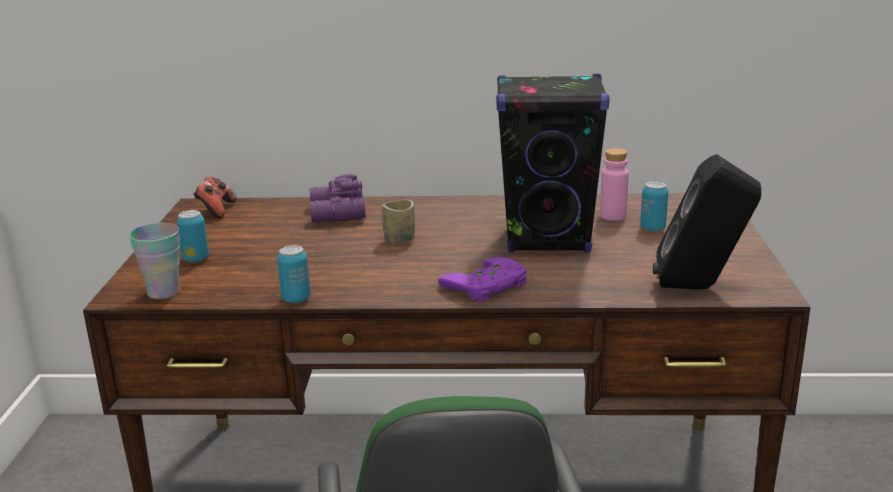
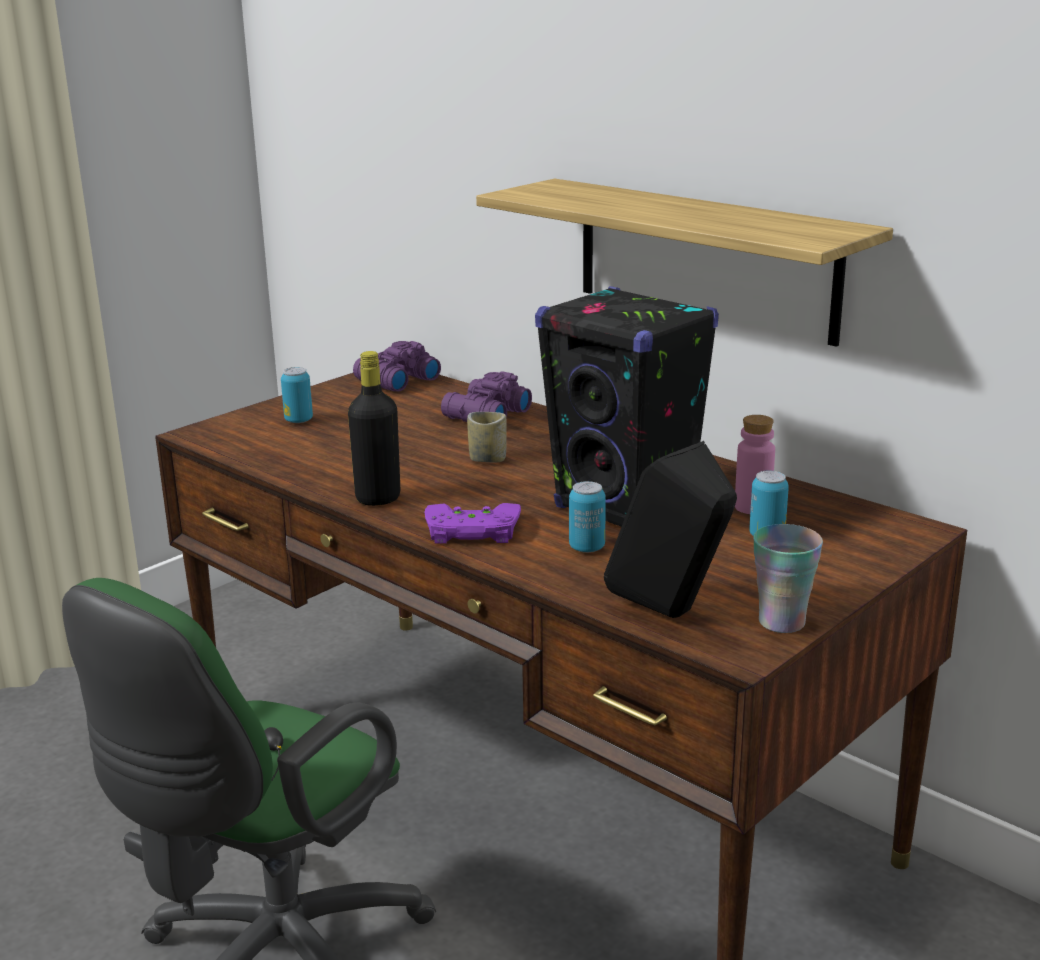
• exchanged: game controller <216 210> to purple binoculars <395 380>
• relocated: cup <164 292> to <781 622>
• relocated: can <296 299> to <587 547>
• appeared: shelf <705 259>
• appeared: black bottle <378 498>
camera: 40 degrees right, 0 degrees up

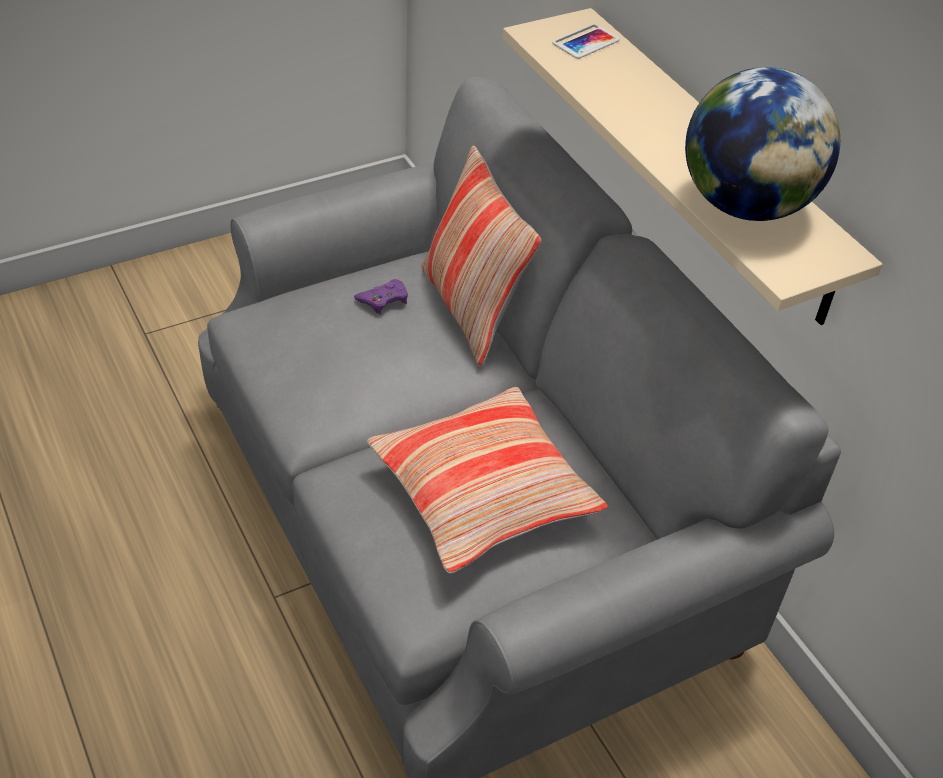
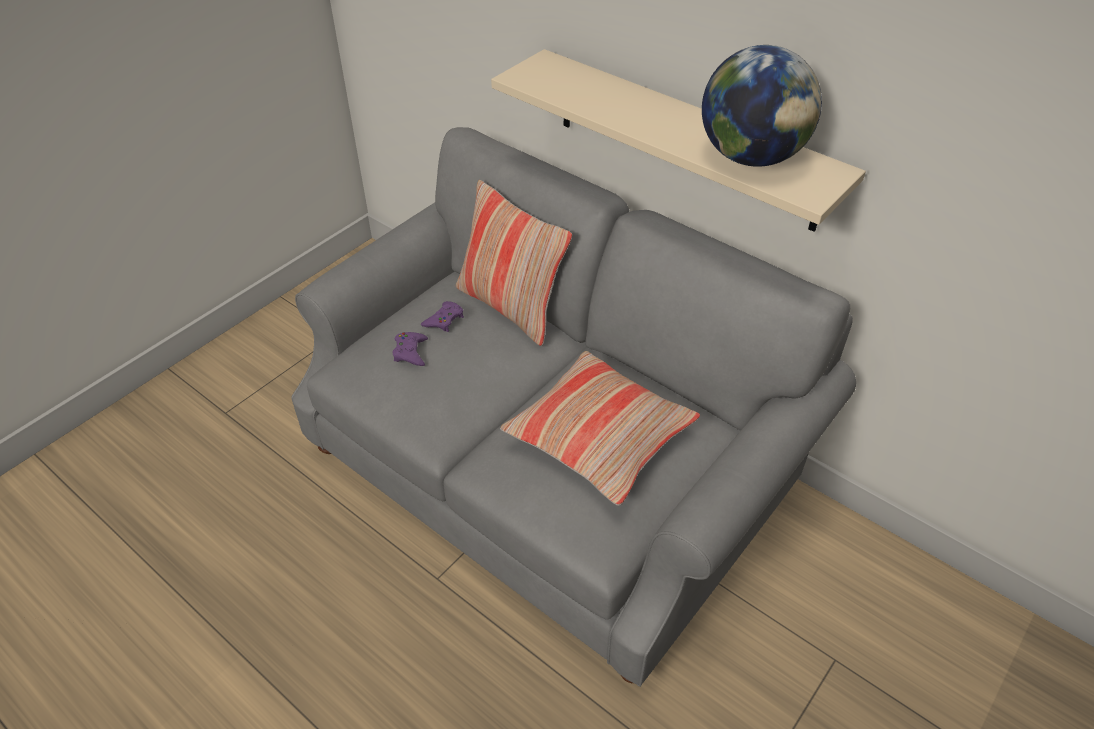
• missing: phone <586 42>
• appeared: purple game controller <410 352>
camera: 20 degrees left, 0 degrees up

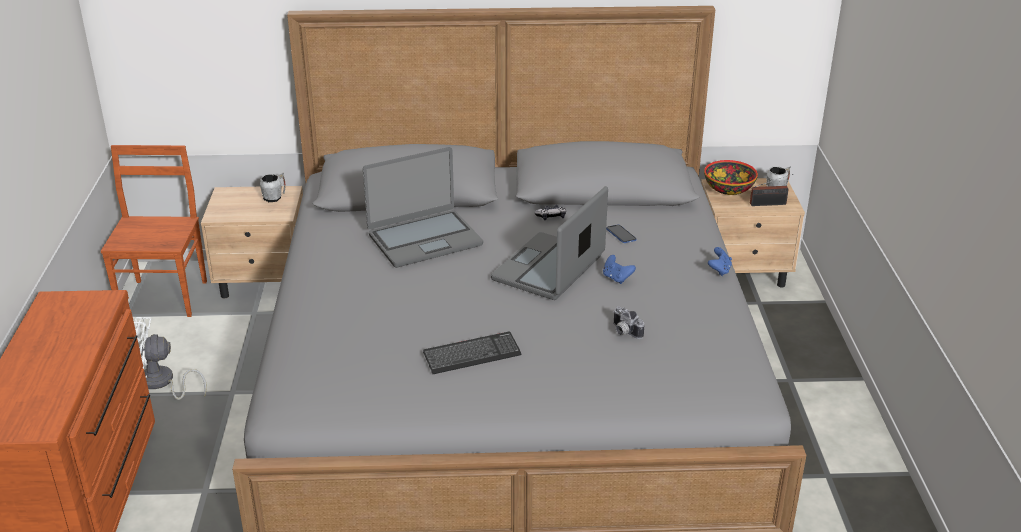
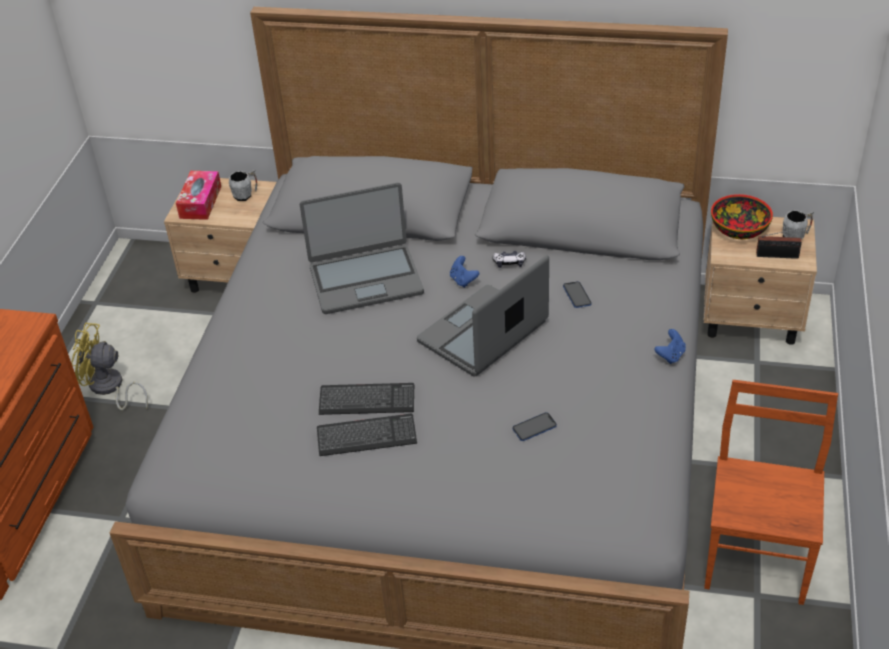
• relocated: brown chair <165 297> to <758 560>
• relocated: blue game controller <616 278> to <463 280>
• exchanged: photo camera <624 332> to phone <534 427>
• colour: white fan <161 383> to yellow fan <109 388>
• appeared: tissue box <200 202>
• appeared: keyboard <367 401>
camera: 15 degrees right, 10 degrees up

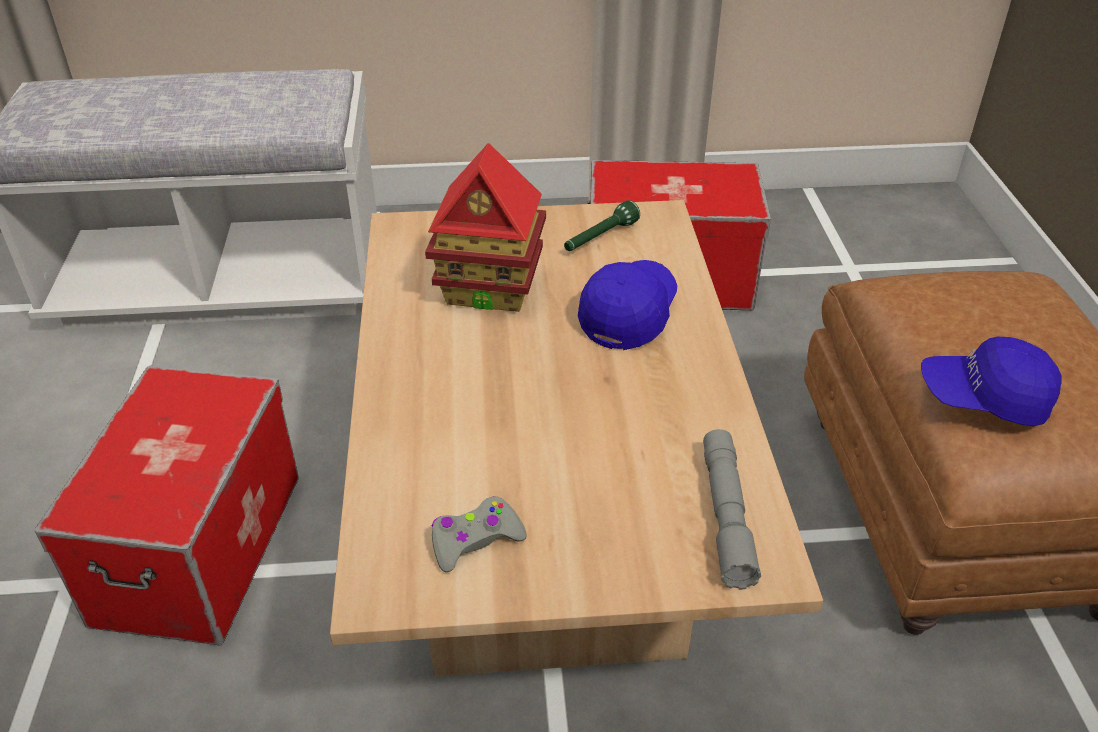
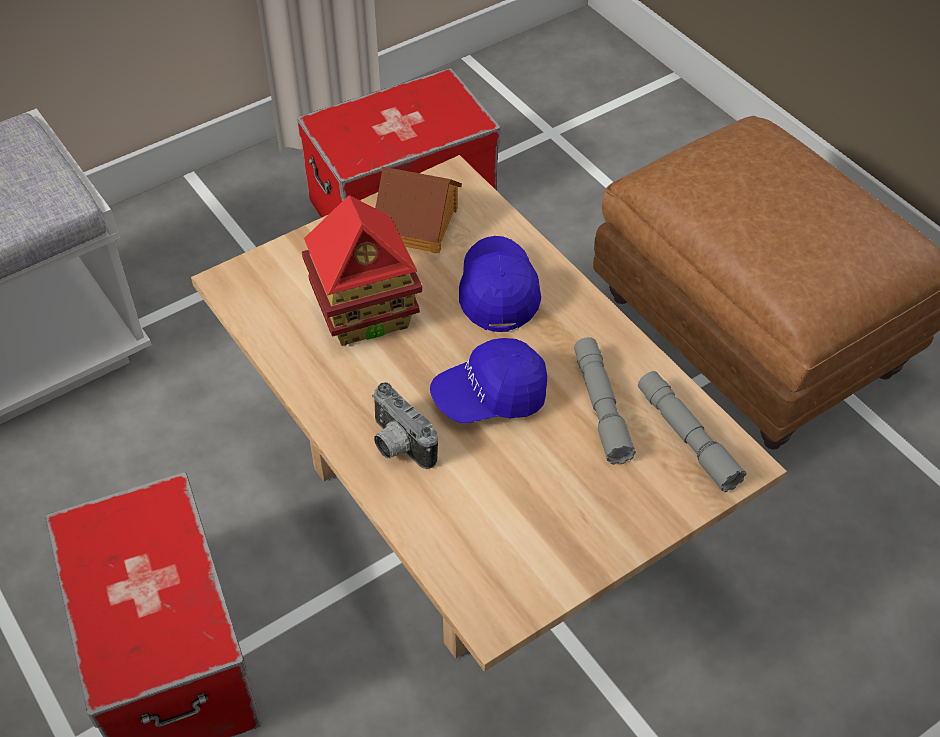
• exchanged: green flashlight <600 238> to toy house <419 224>
• relocated: blue cap <983 398> to <490 397>
• missing: grey game controller <475 541>
• appeared: grey flashlight <601 407>
• appeared: photo camera <397 445>
camera: 30 degrees left, 10 degrees up

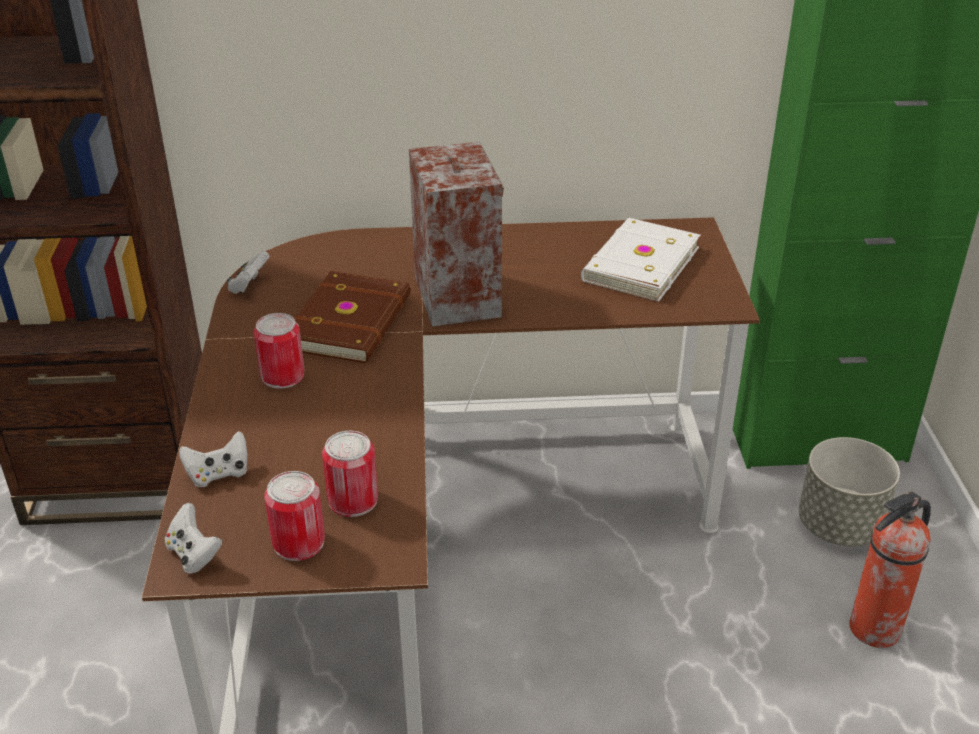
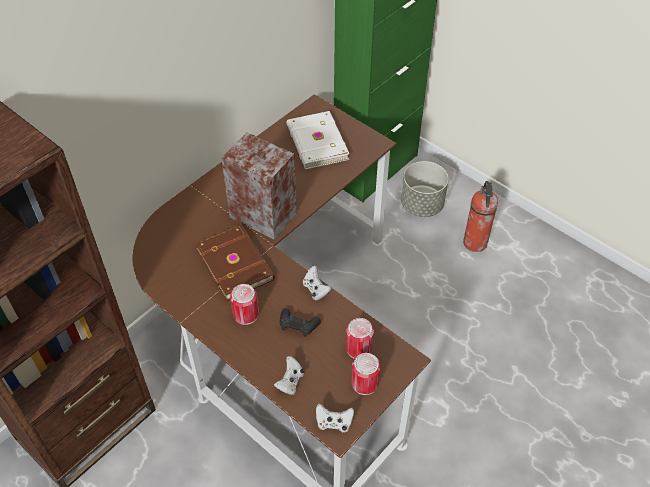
• relocated: white game controller <249 286> to <316 290>
• appeared: black game controller <298 325>
camera: 45 degrees left, 15 degrees up

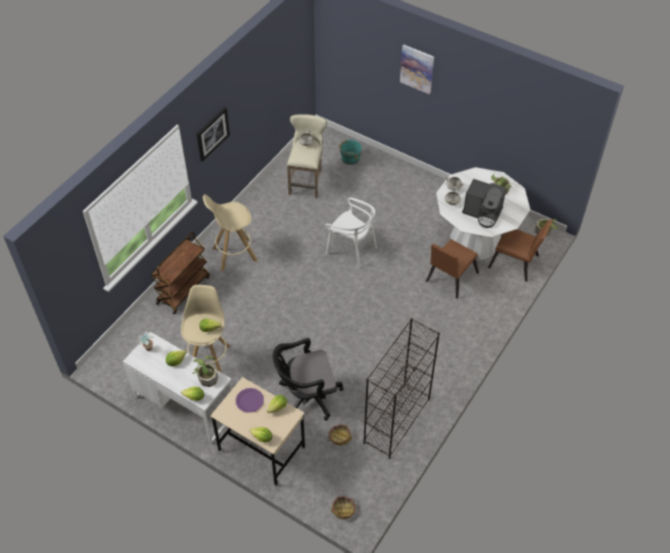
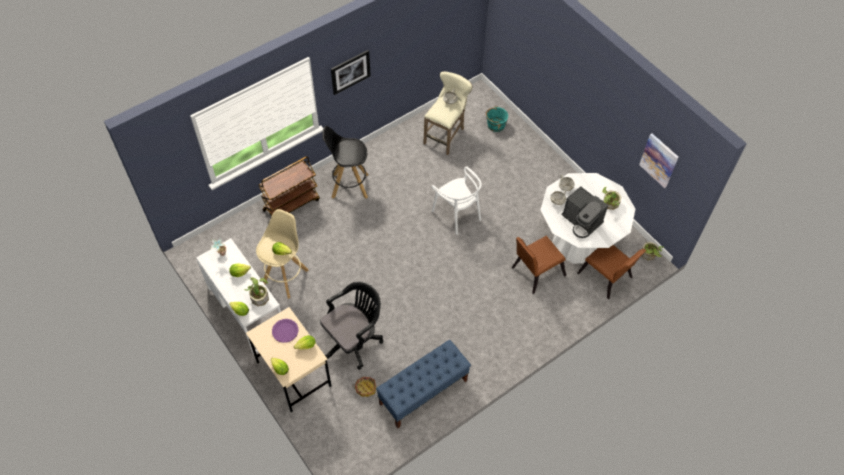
• relocated: picture <417 68> to <659 160>
• colour: beige stool <233 254> to black stool <349 185>
• exchanged: black bookcase <397 422> to blue bench <423 392>
• spun: black office chair <307 396> = <354 340> 135 degrees clockwise
• missing: basket <344 510>
camera: 20 degrees right, 5 degrees up

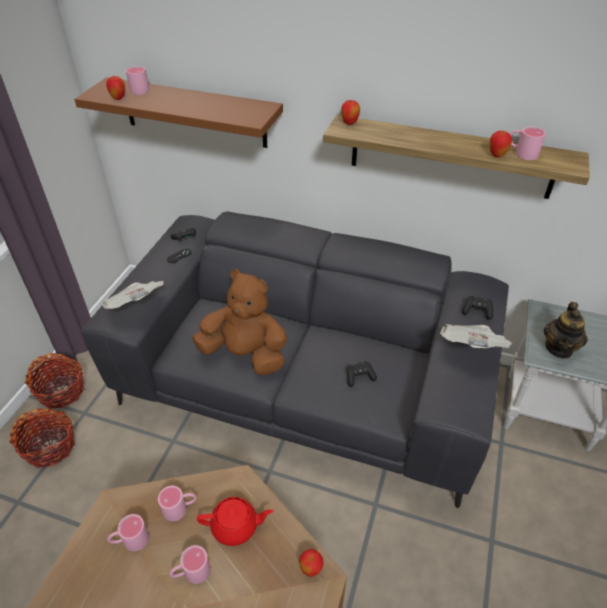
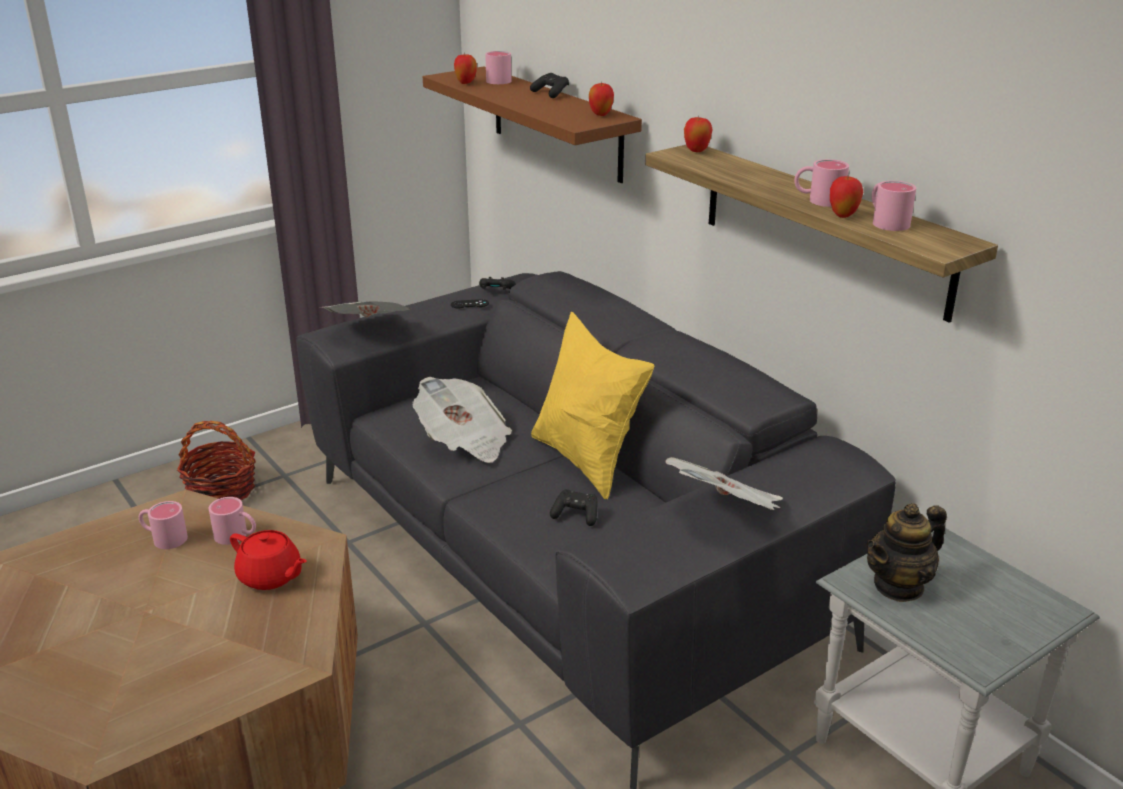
• exchanged: brown plush toy <245 354> to newspaper <464 441>
• relocated: black game controller <477 311> to <551 93>
• missing: basket <62 391>
• relocated: pink mug <191 572> to <818 200>
• relocated: apple <311 569> to <600 115>
• appeared: yellow pillow <587 461>
camera: 35 degrees right, 15 degrees down

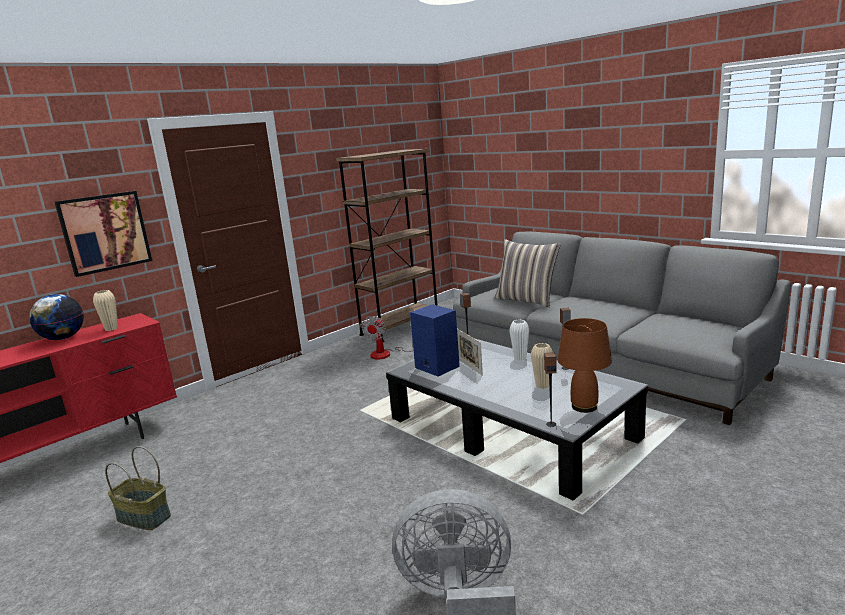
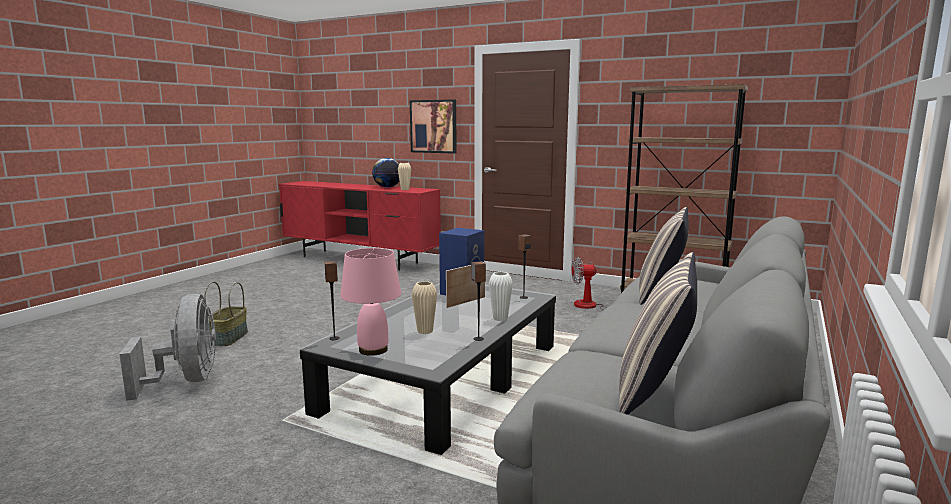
• colour: brown table lamp <584 407> to pink table lamp <372 350>
• relocated: basket <143 518> to <228 338>
• appeared: pillow <654 391>
camera: 70 degrees right, 5 degrees down

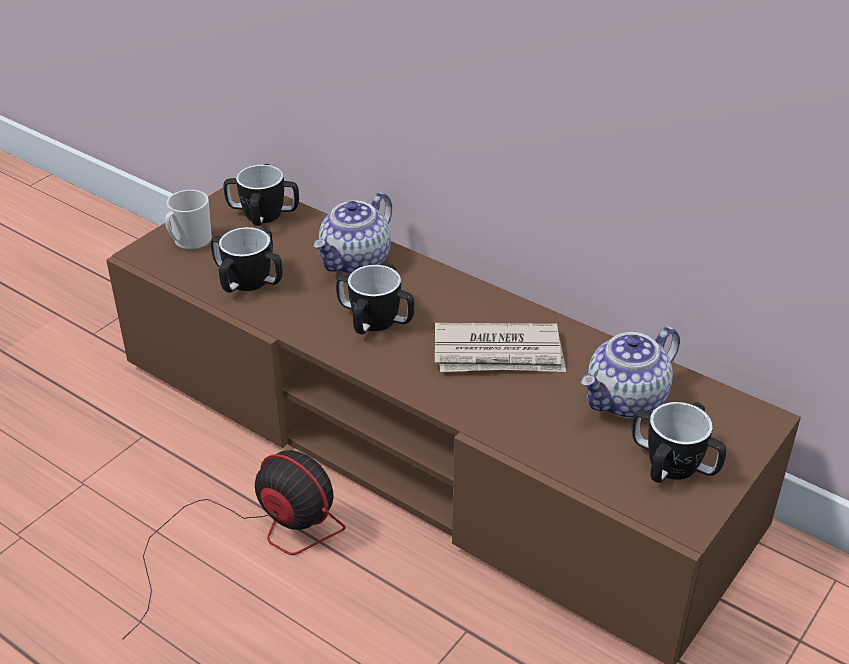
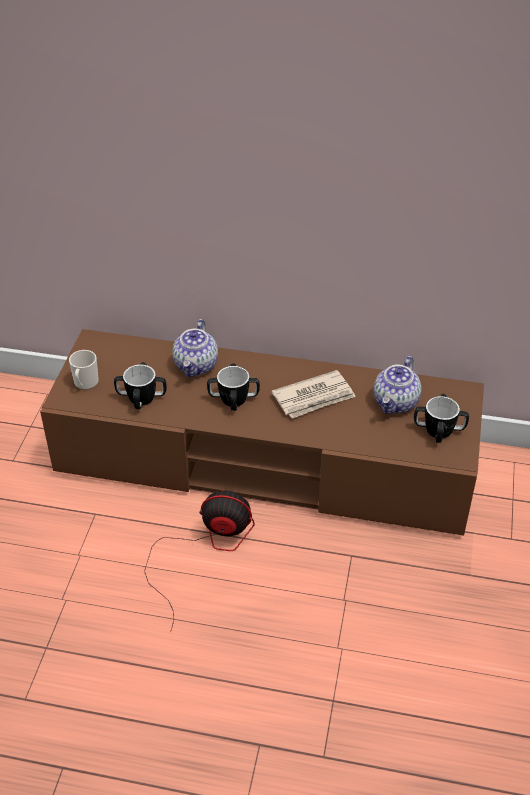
• missing: mug <263 215>
camera: 25 degrees left, 5 degrees up

